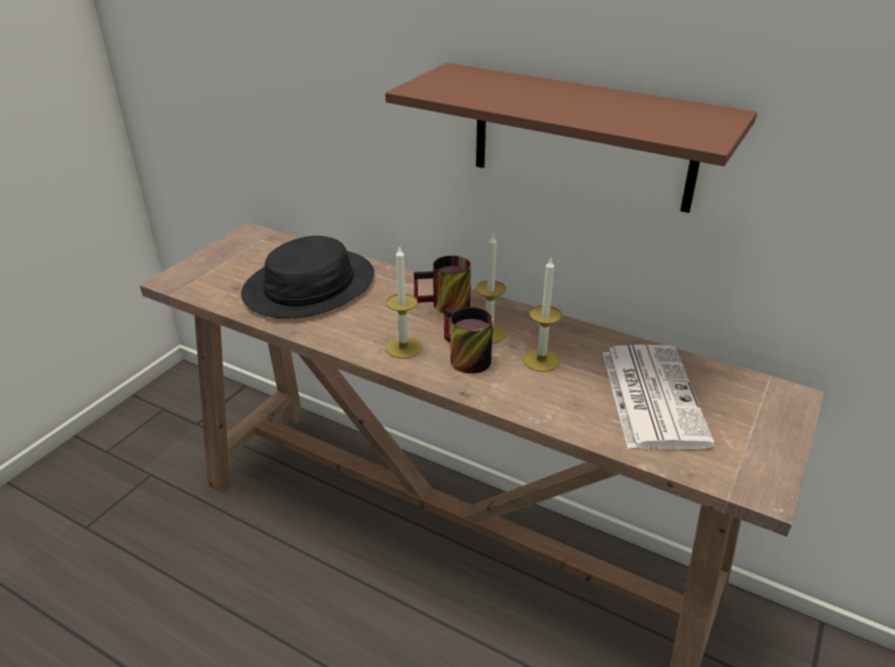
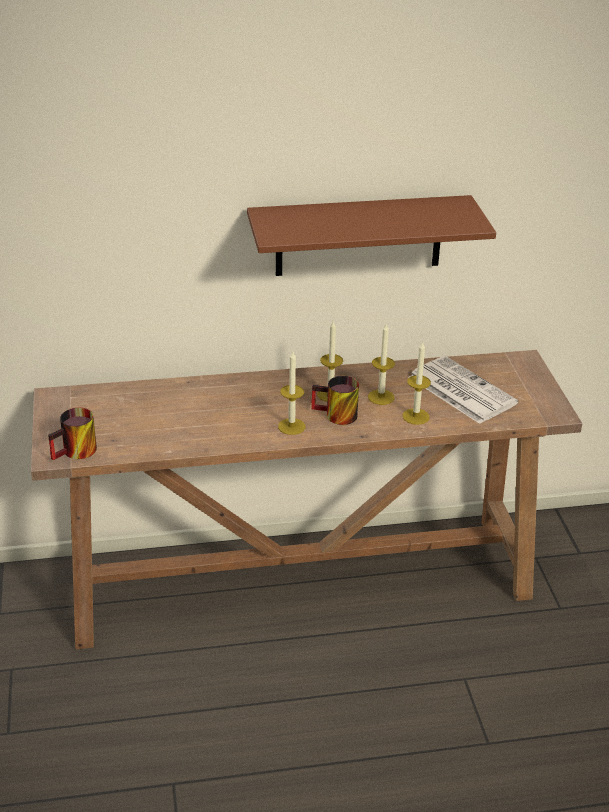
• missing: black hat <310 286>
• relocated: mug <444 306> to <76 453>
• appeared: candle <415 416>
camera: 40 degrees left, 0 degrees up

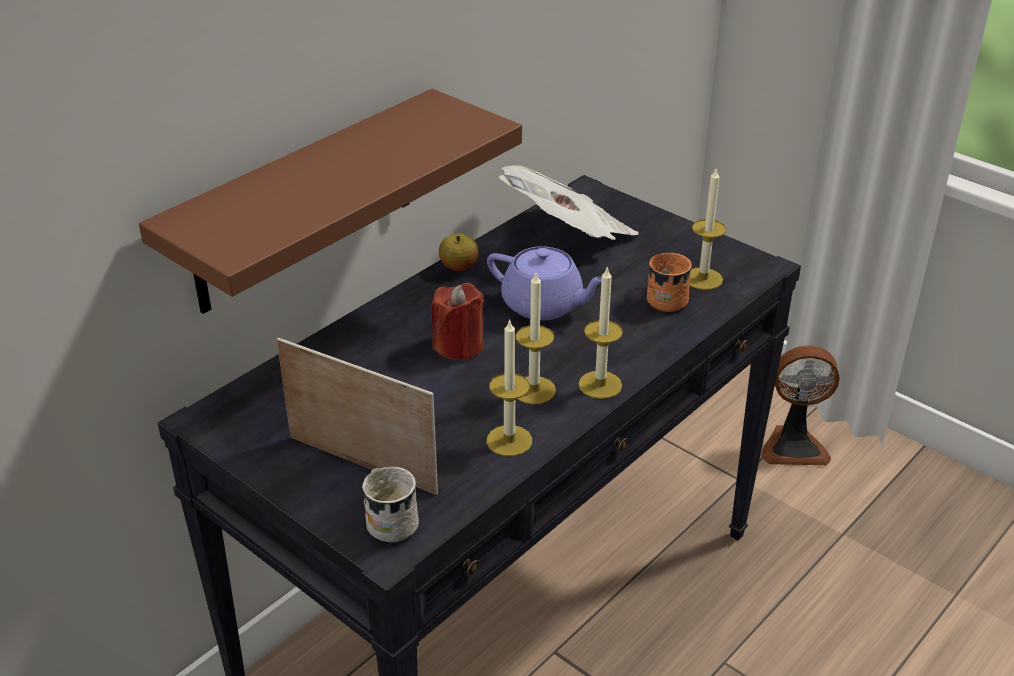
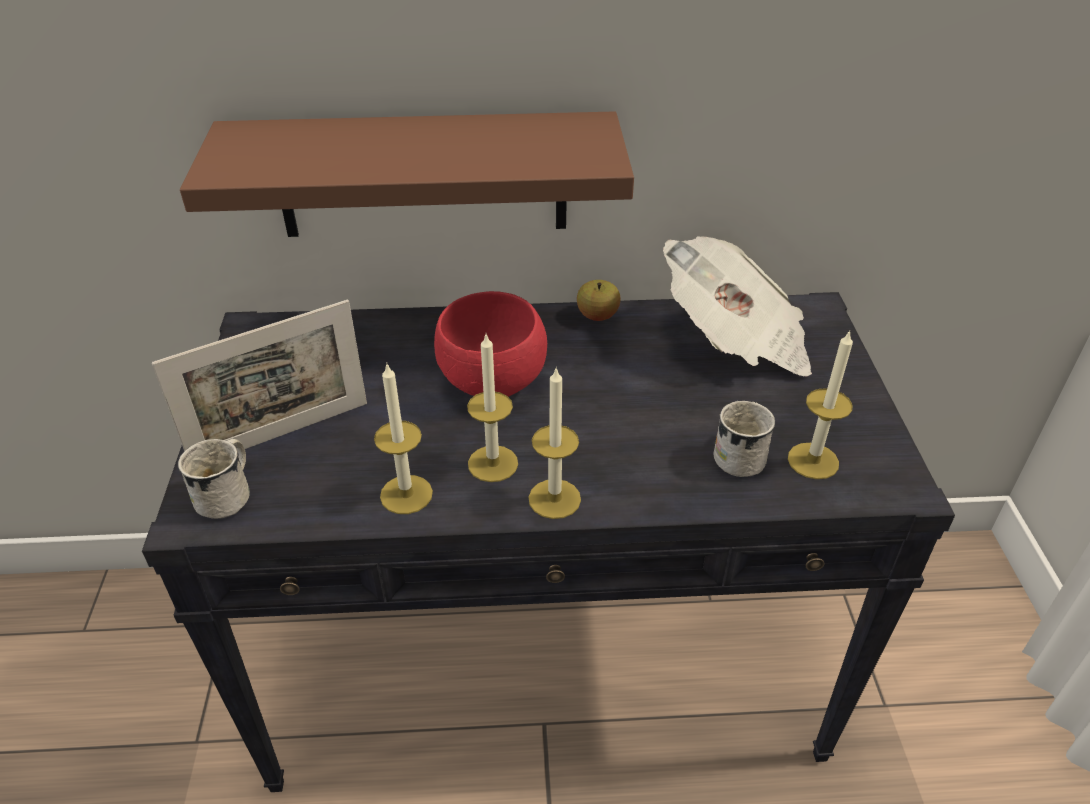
• missing: purple teapot <544 305>
• colour: orange mug <664 298> to white mug <742 455>
• exchanged: red candle <459 346> to red bowl <495 384>
• spun: picture frame <362 464> = <282 434> 75 degrees clockwise
• missing: fan <793 446>
camera: 45 degrees right, 5 degrees up

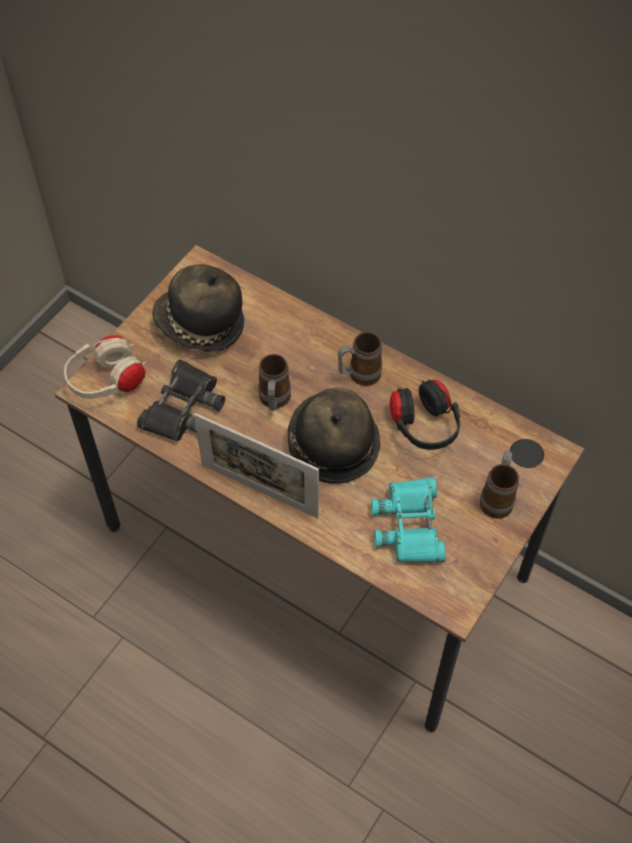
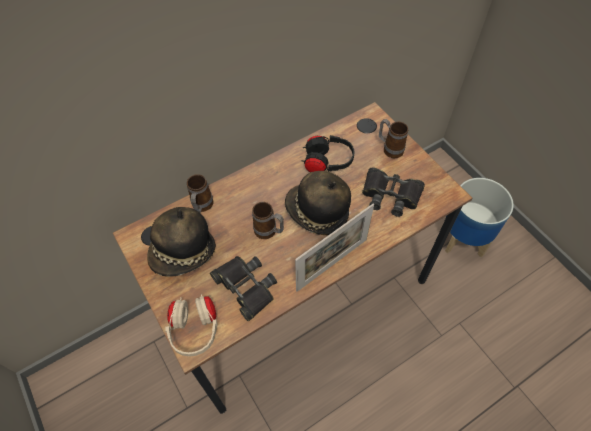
• relocated: mug <358 375> to <201 207>
• colour: turquoise binoculars <410 525> to black binoculars <390 195>
• appeared: planter <464 239>
camera: 65 degrees left, 0 degrees up

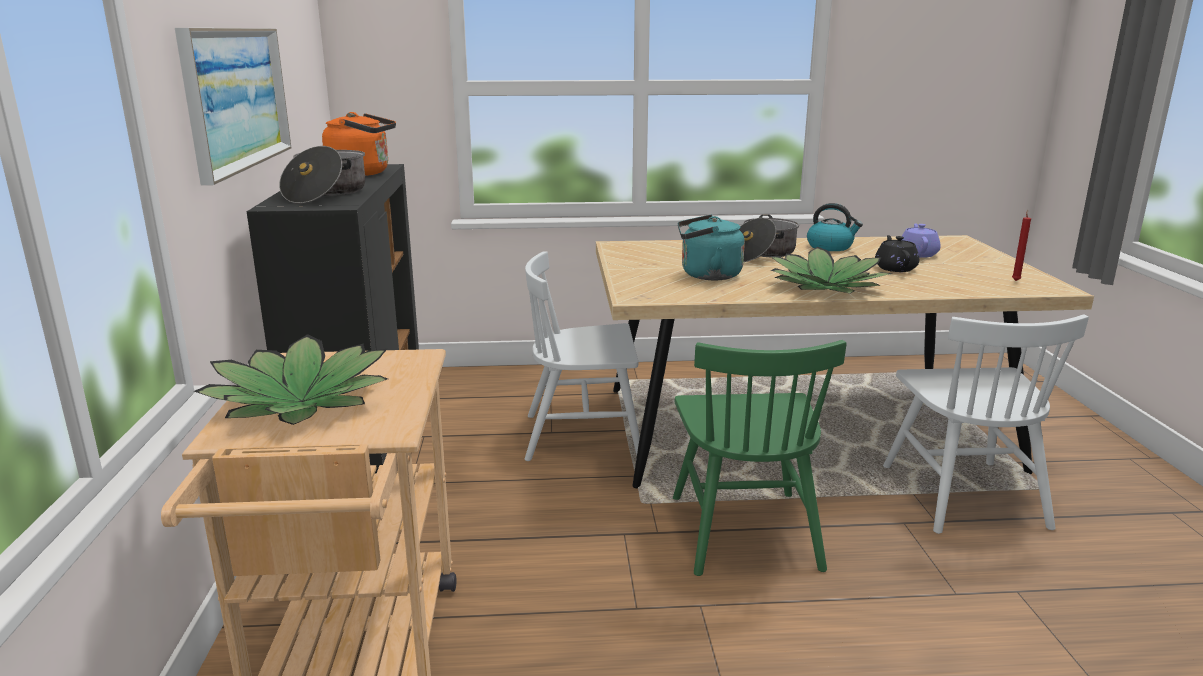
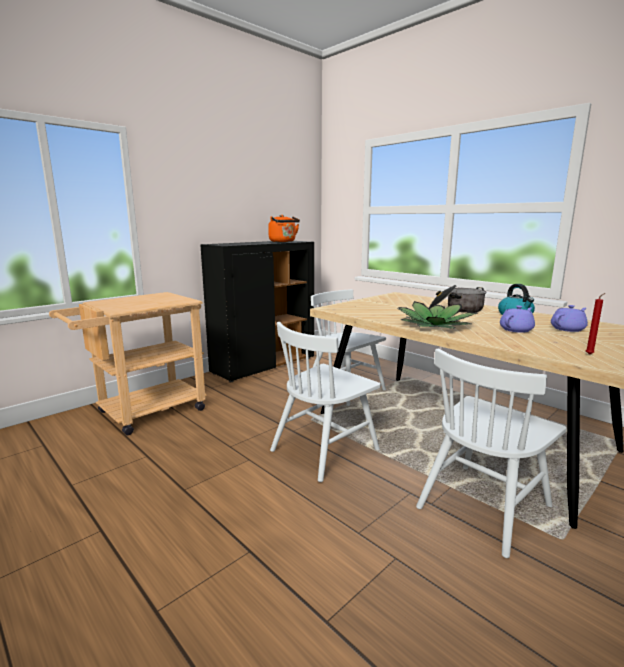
• missing: picture <236 98>
• missing: cooking pot <326 193>
• missing: turquoise kettle <707 275>
• colour: black teapot <895 268> to purple teapot <516 330>
• missing: potted plant <301 402>
• colour: green chair <744 531> to white chair <324 449>
camera: 50 degrees right, 5 degrees down

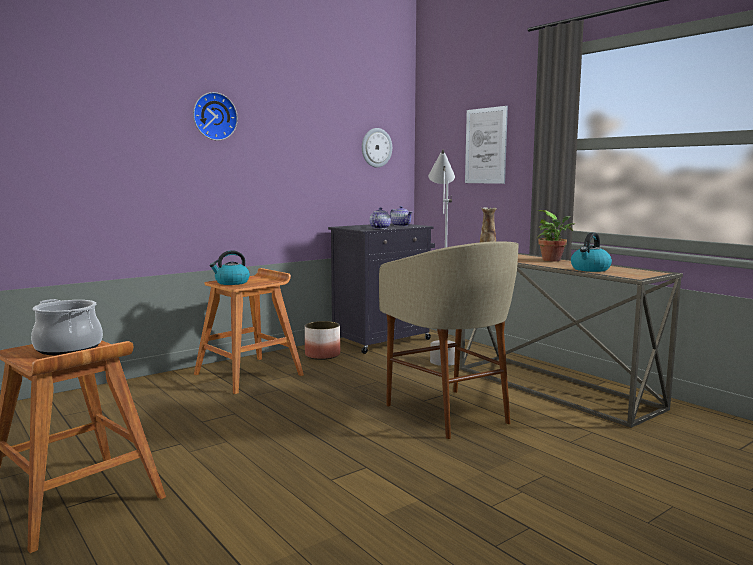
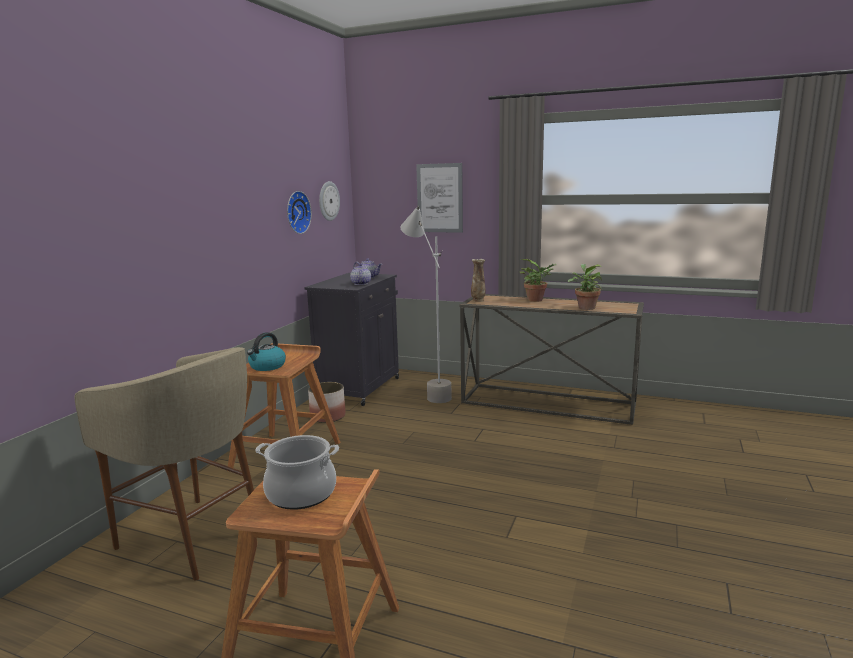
• relocated: wall clock <214 116> to <296 212>
• exchanged: kettle <590 269> to potted plant <585 307>
• relocated: beige stool <449 413> to <193 538>
camera: 30 degrees left, 5 degrees up

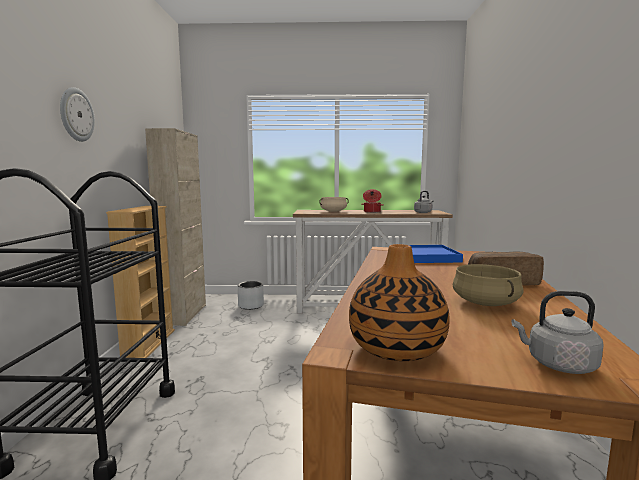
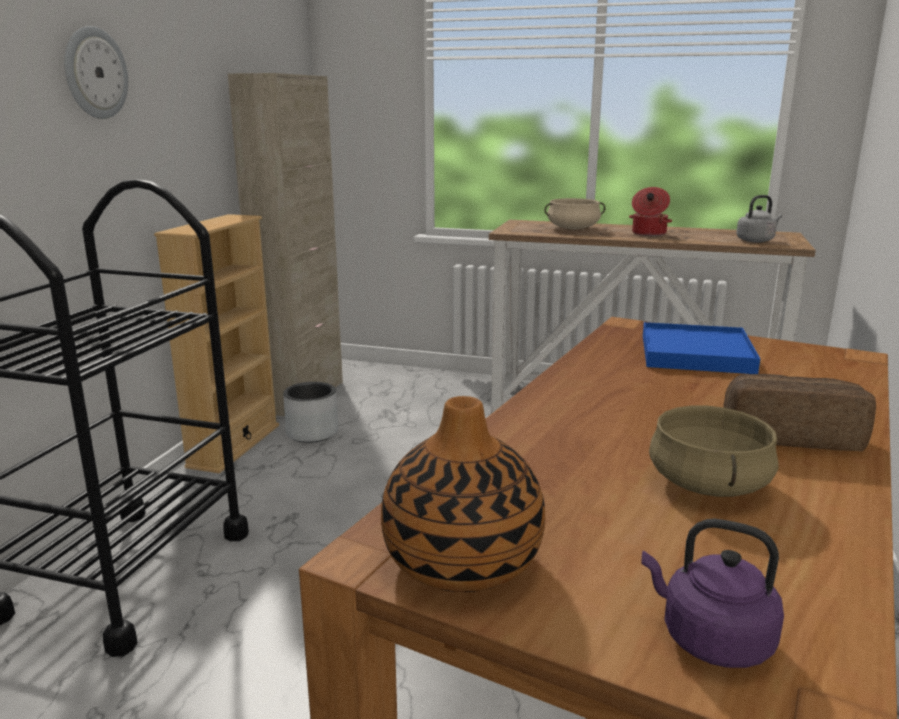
• relocated: grey planter <251 306> to <313 433>
• colour: grey kettle <557 364> to purple kettle <710 640>
camera: 15 degrees right, 10 degrees up

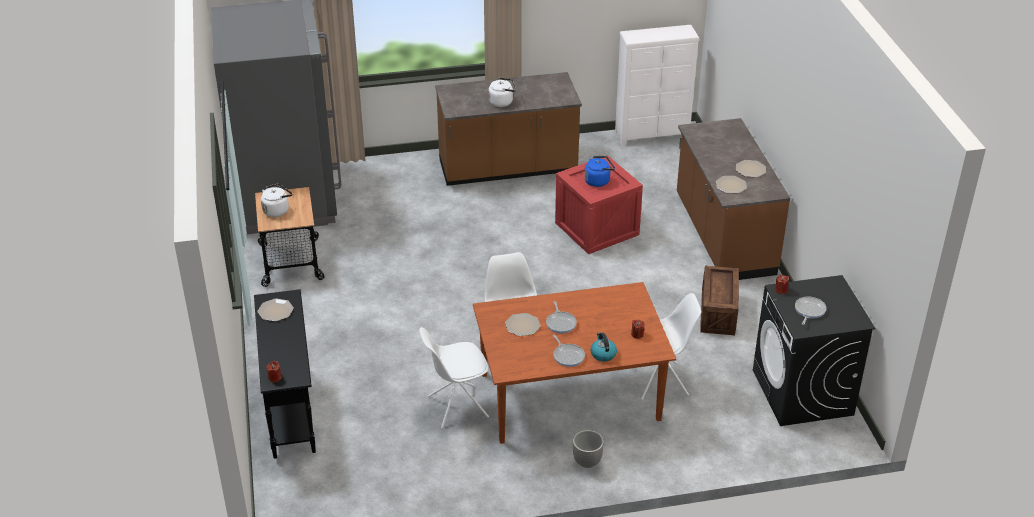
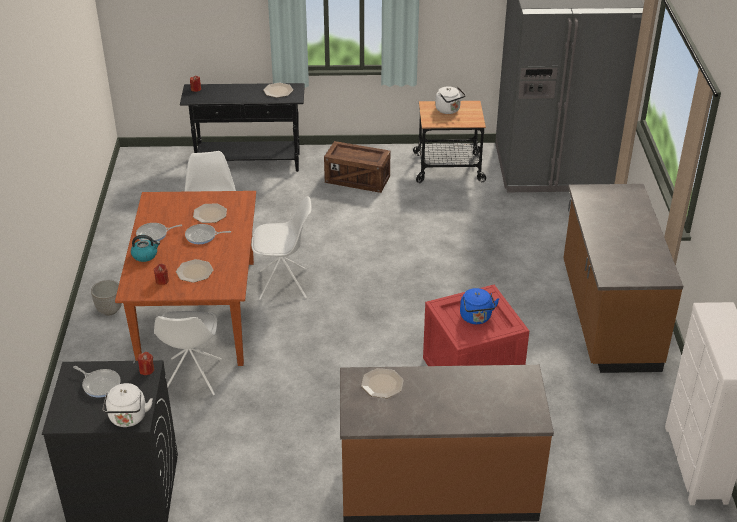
• relocated: white kettle <502 102> to <128 419>
• relocated: plate <750 169> to <194 271>
• relocated: crate <718 313> to <357 180>
camera: 100 degrees right, 0 degrees up

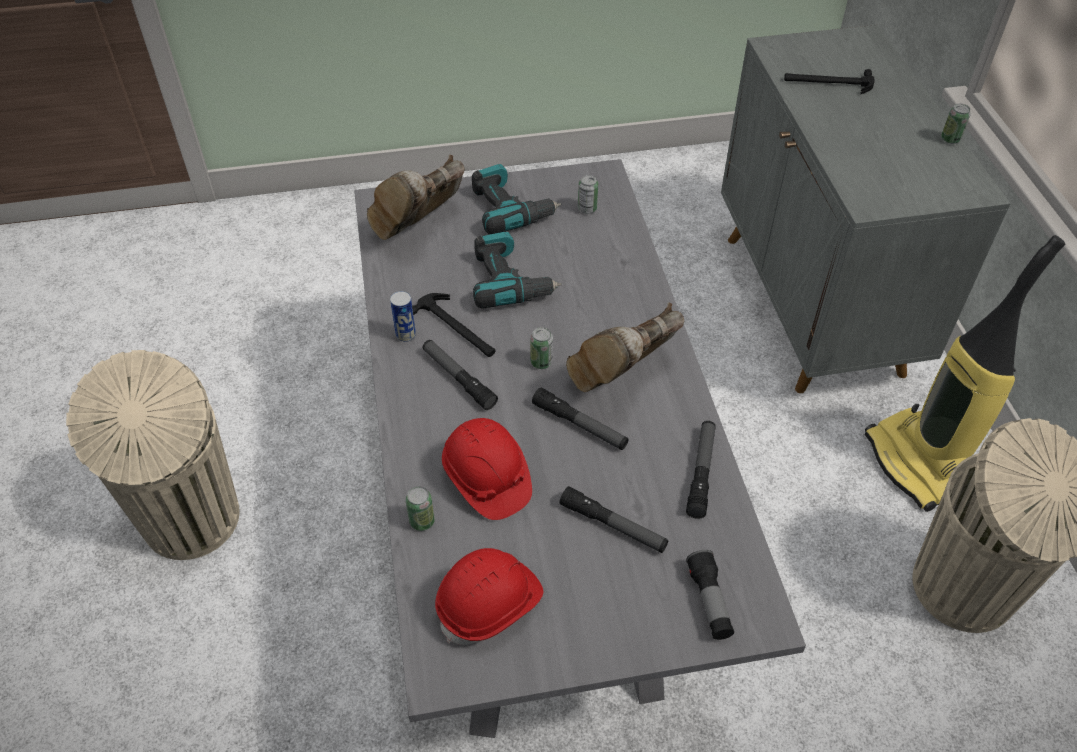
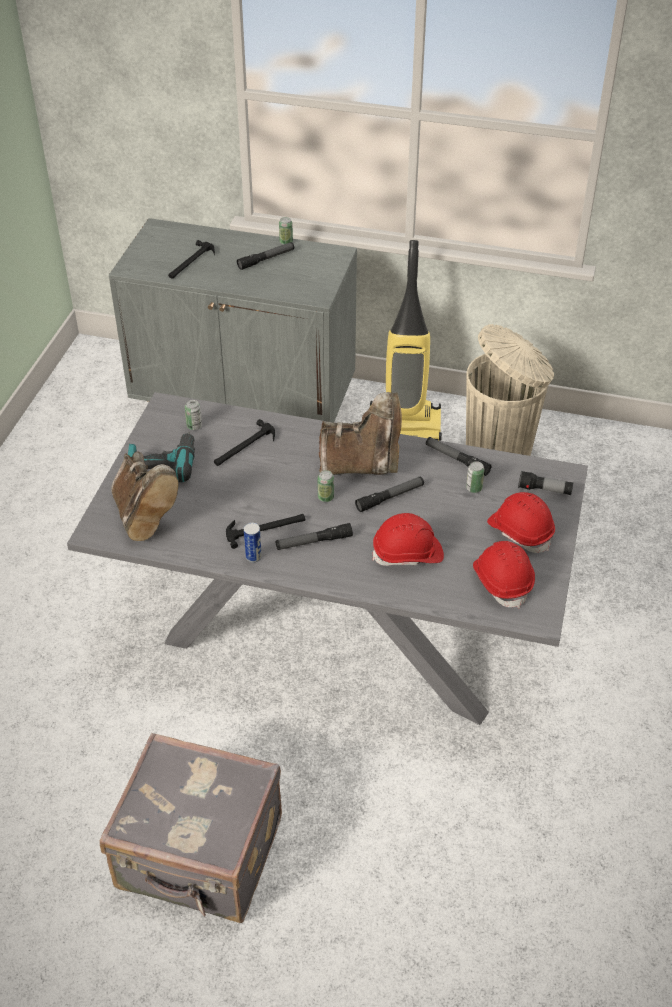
• missing: power drill <510 281>
• spun: brown boot <622 377> = <363 465> 75 degrees counterclockwise
• exchanged: beige trash can <191 522> to grey suitcase <200 856>
• relocated: can <422 521> to <474 488>
• relocated: flashlight <613 525> to <266 259>
• appeared: hammer <244 447>
• appeared: red hard hat <520 531>
camera: 65 degrees left, 5 degrees down

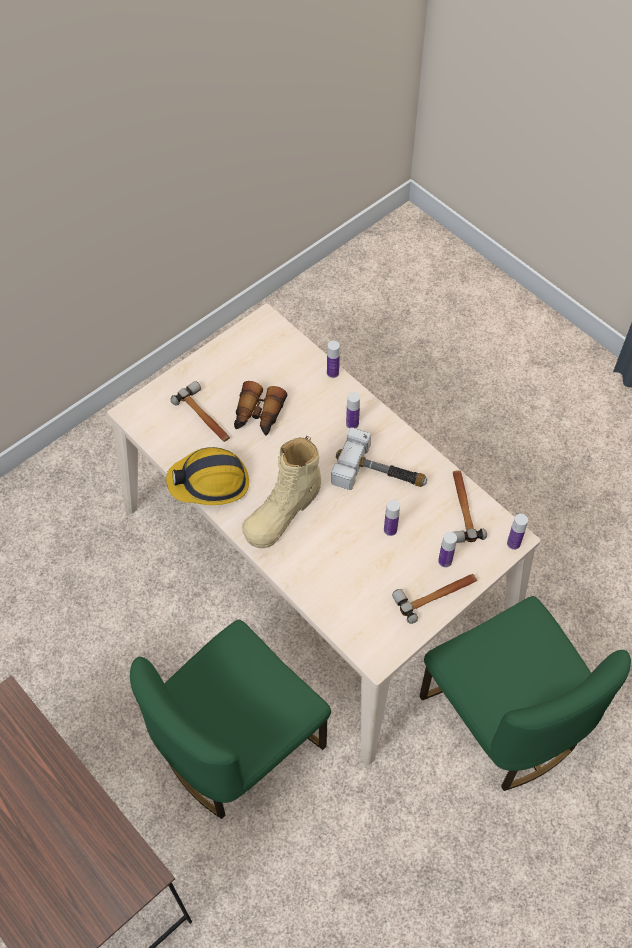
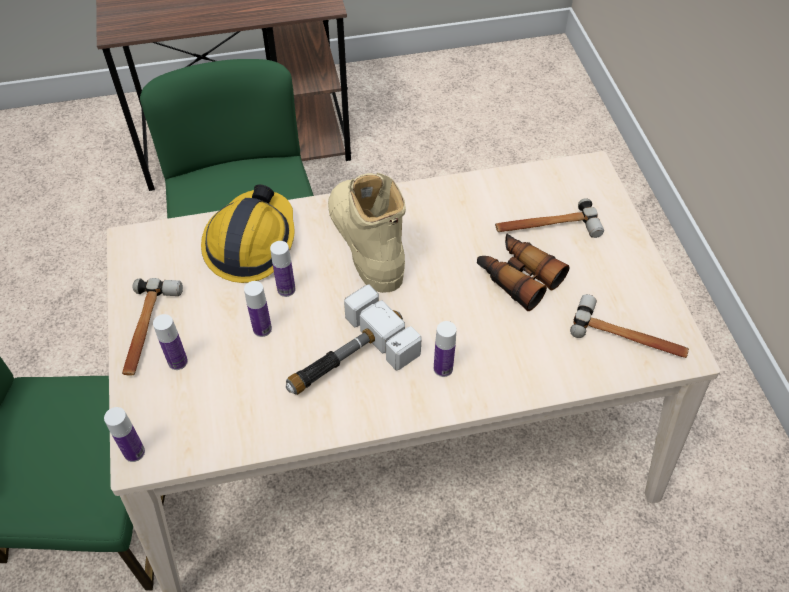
• relocated: bottle <333 373> to <286 289>
• relocated: hard hat <210 483> to <251 243>
• relocated: hammer <461 508> to <629 336>
camera: 120 degrees right, 5 degrees down

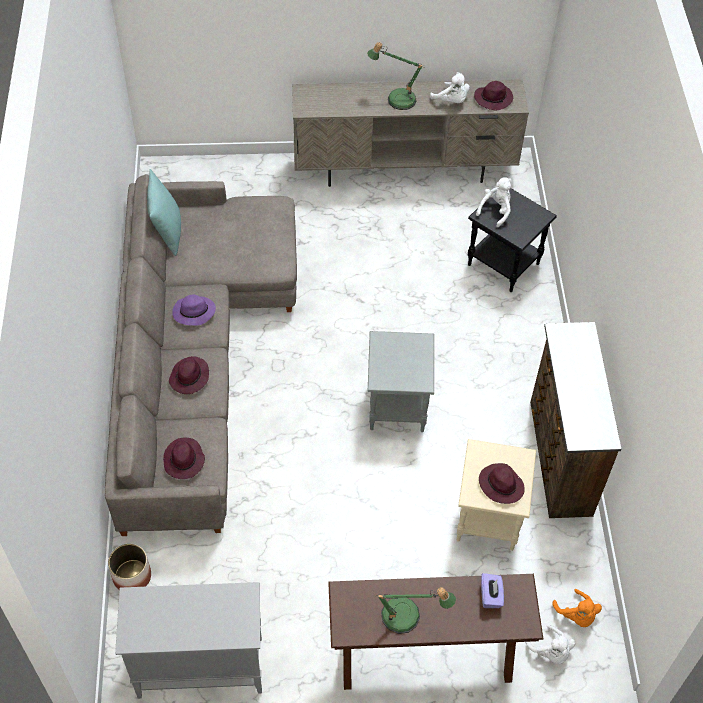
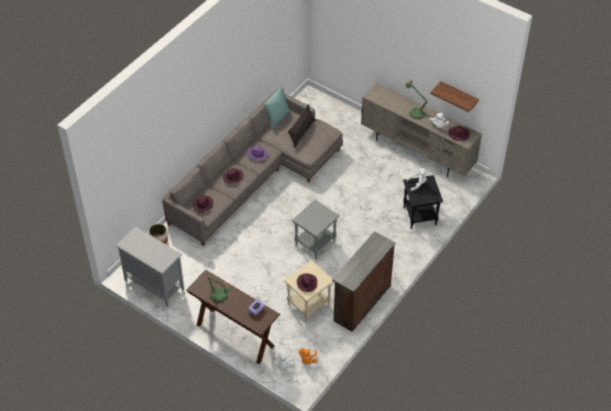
• appeared: shelf <459 96>
• appeared: pillow <302 133>
camera: 40 degrees right, 5 degrees down

